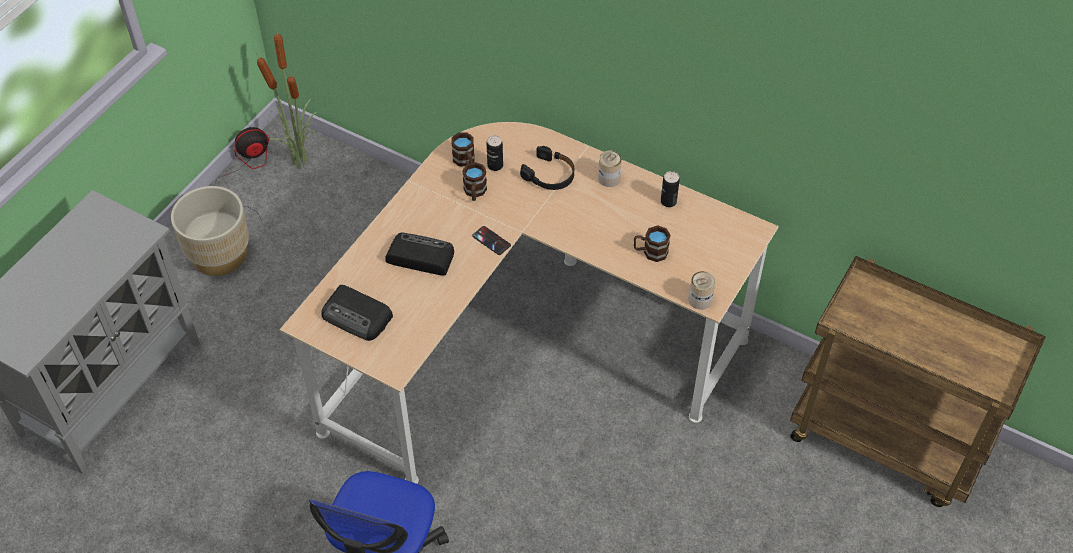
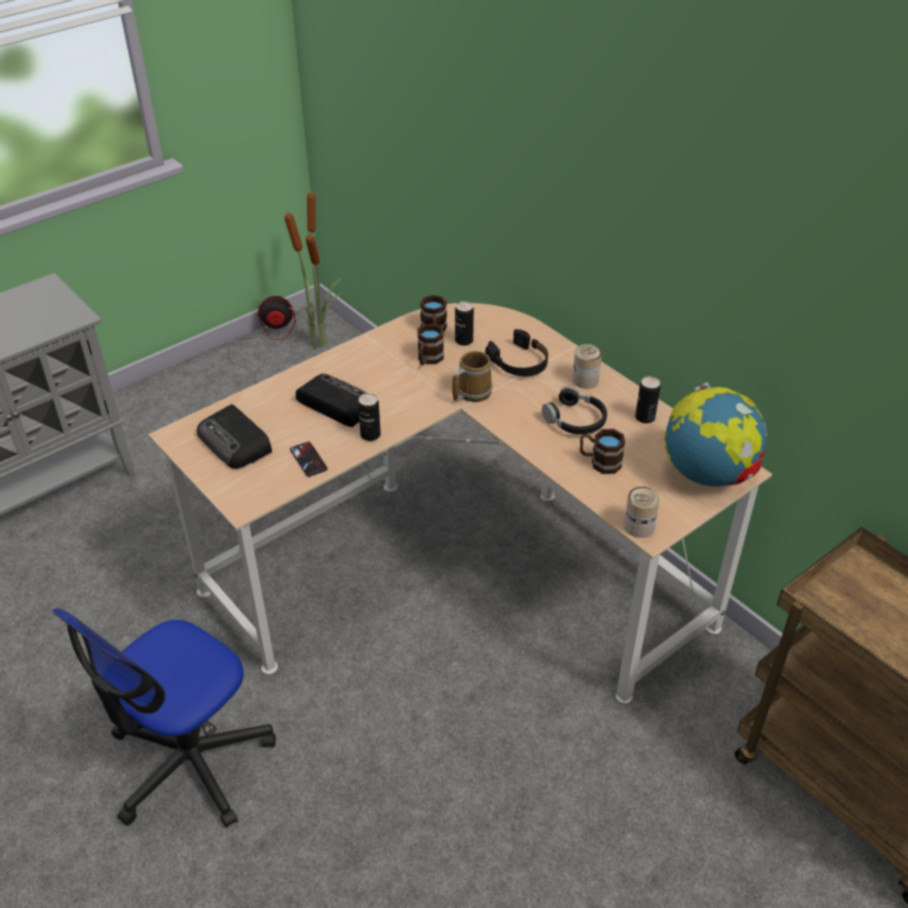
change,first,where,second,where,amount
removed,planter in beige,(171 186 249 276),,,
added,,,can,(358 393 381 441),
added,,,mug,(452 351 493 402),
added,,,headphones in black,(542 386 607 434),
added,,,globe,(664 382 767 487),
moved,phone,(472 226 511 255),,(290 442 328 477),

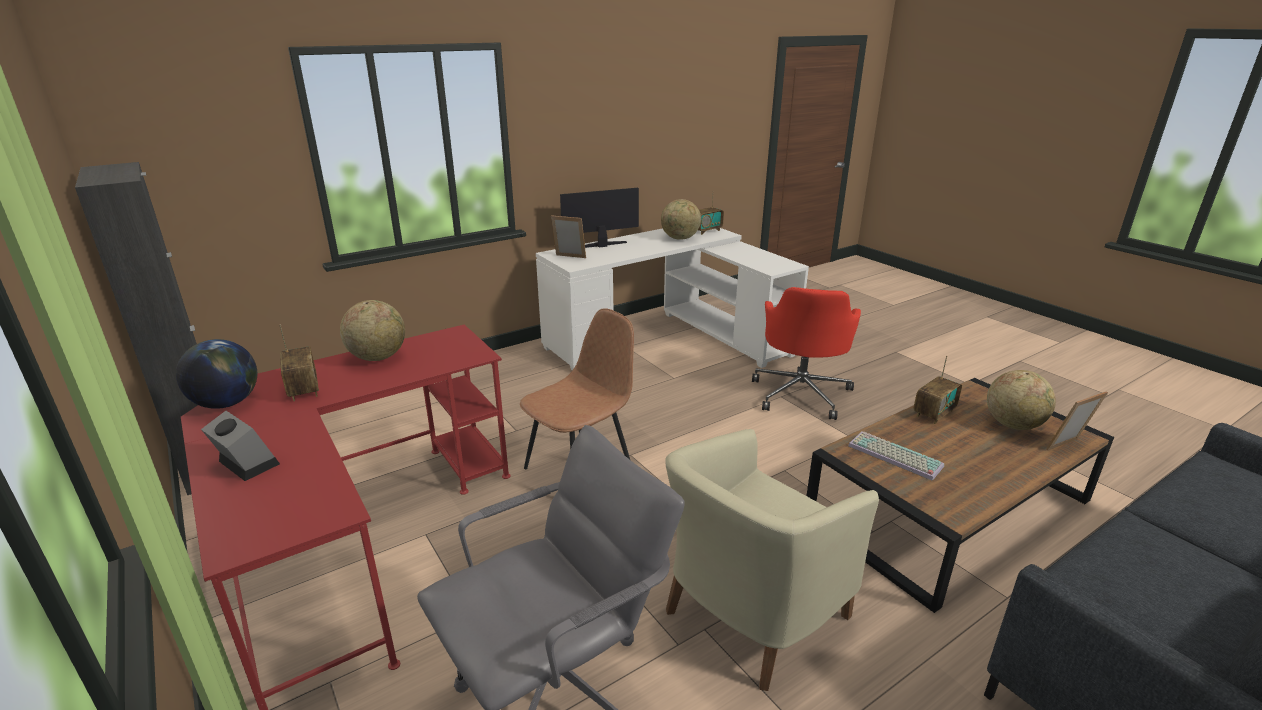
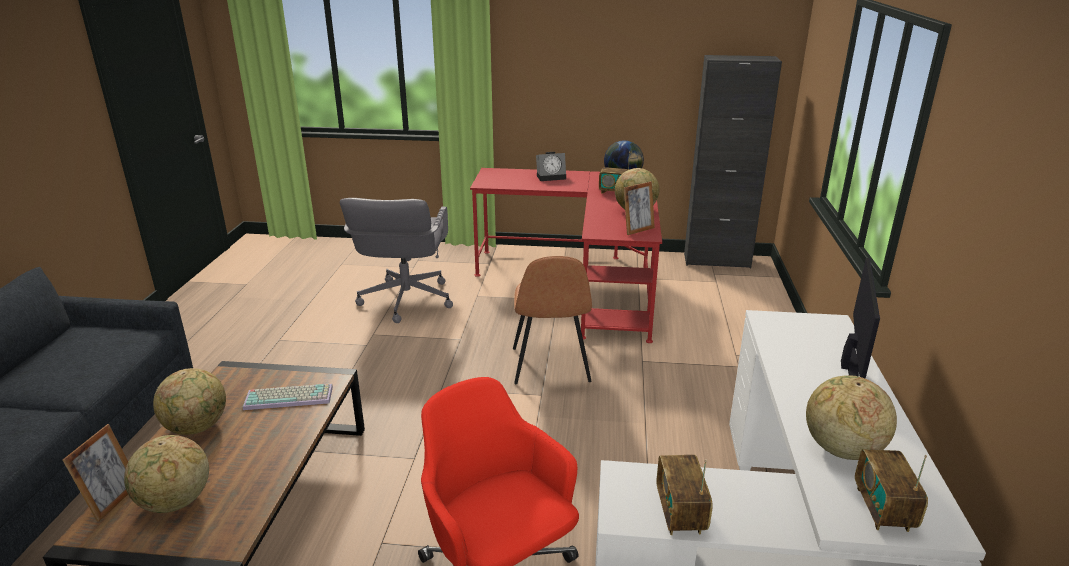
change,first,where,second,where,amount
removed,armchair in beige,(665 429 879 691),,,
added,,,globe,(153 368 226 435),
moved,picture frame,(551 215 586 258),,(624 181 655 235),
moved,radio,(914 356 962 424),,(656 455 713 535),

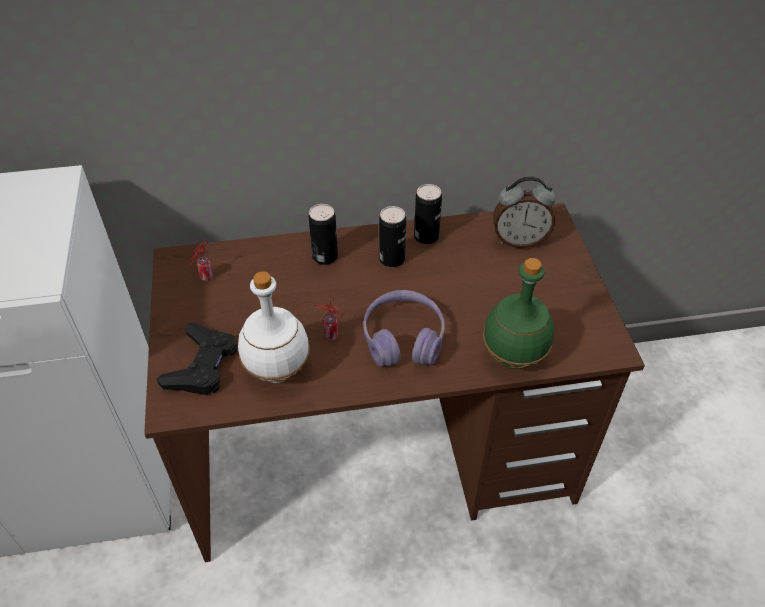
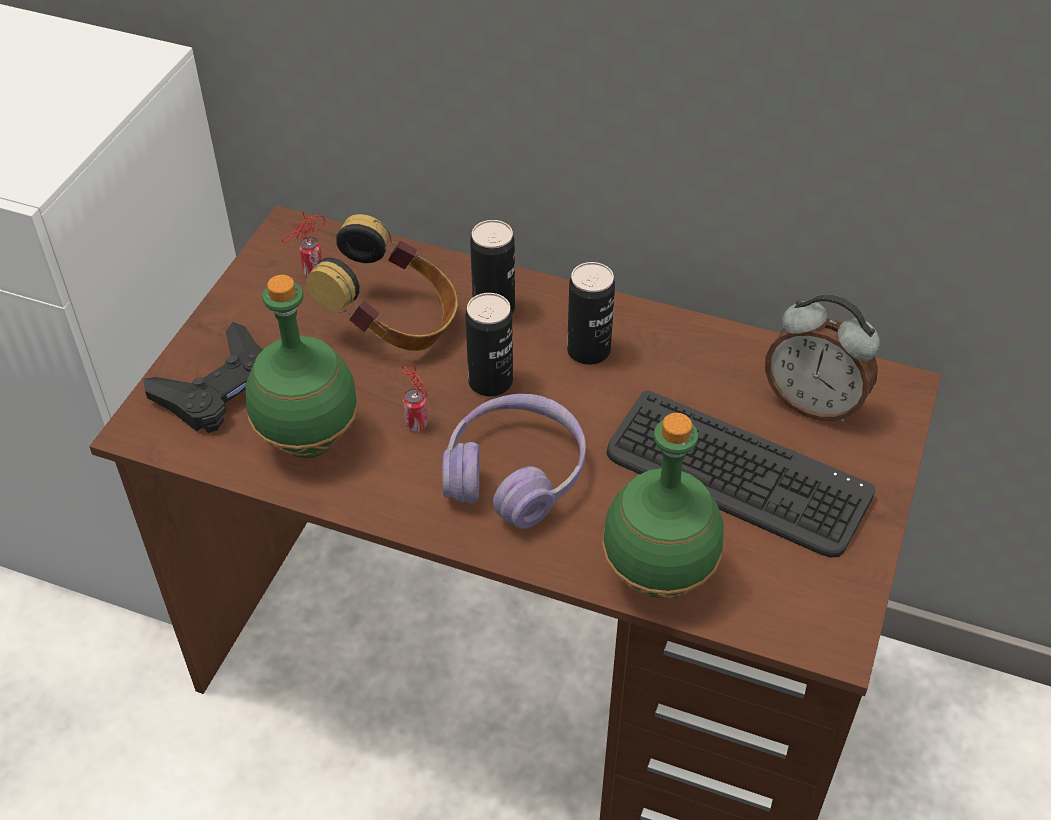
change,first,where,second,where,amount
added,,,headphones,(306 214 458 351),
added,,,keyboard,(606 390 875 557),
moved,can,(414 184 442 244),,(465 293 513 397),
recoloured,bottle in white,(238 271 310 383),bottle in green,(246 275 359 458),

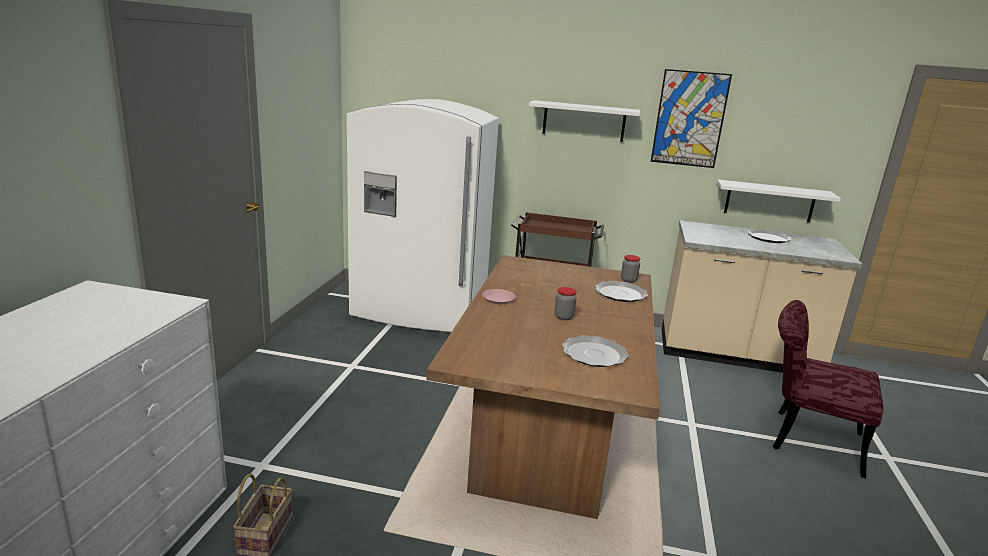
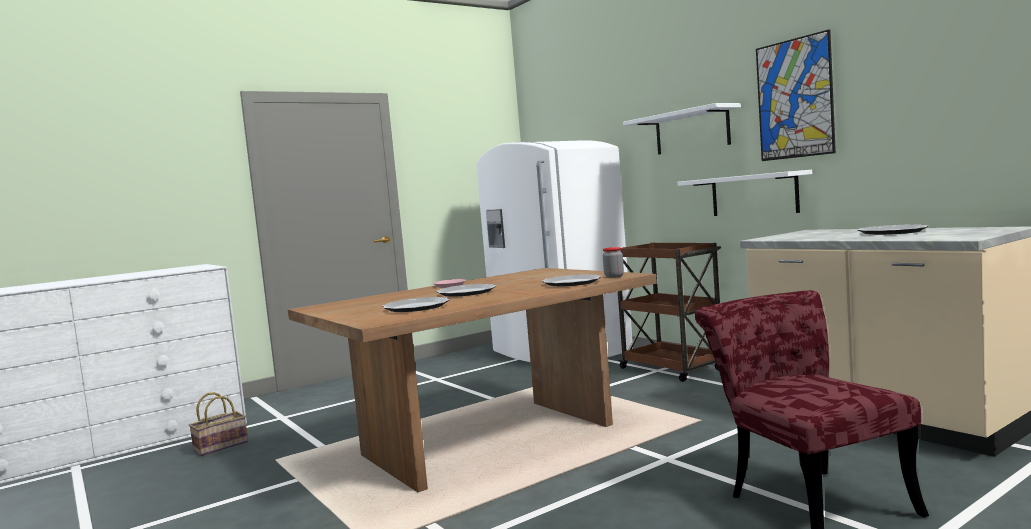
change,first,where,second,where,amount
moved,shelf in white,(717 180 841 222),,(677 170 812 216),
replaced,jar,(554 287 577 320),plate,(436 284 496 297),

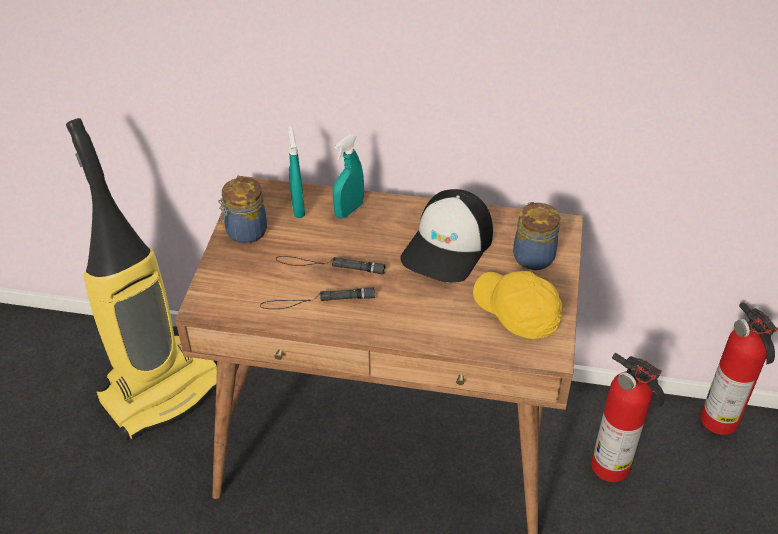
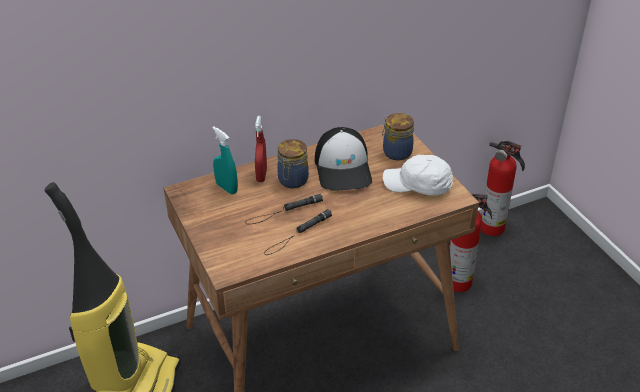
change,first,where,second,where,amount
moved,jar,(218 177 267 244),,(277 139 309 188),
recoloured,spray bottle in turquoise,(333 134 364 219),spray bottle in red,(255 116 267 182),
recoloured,cap in yellow,(473 271 562 339),cap in white,(383 155 453 195),

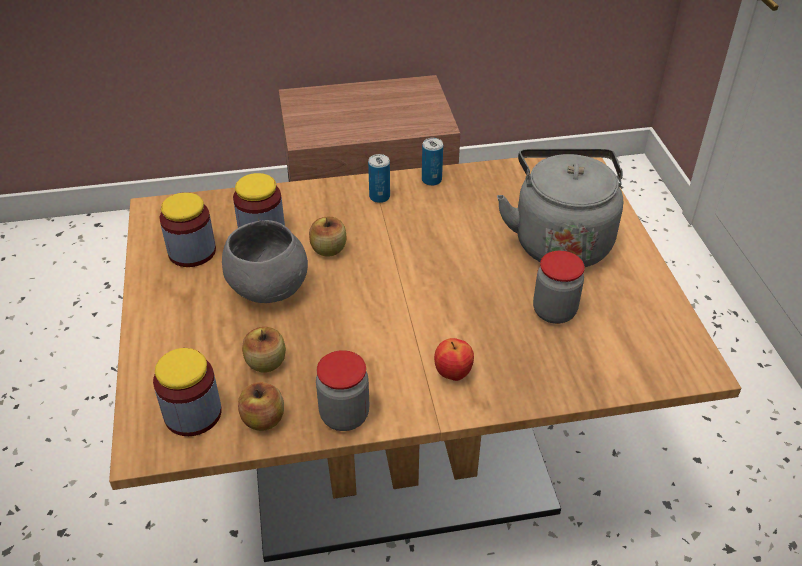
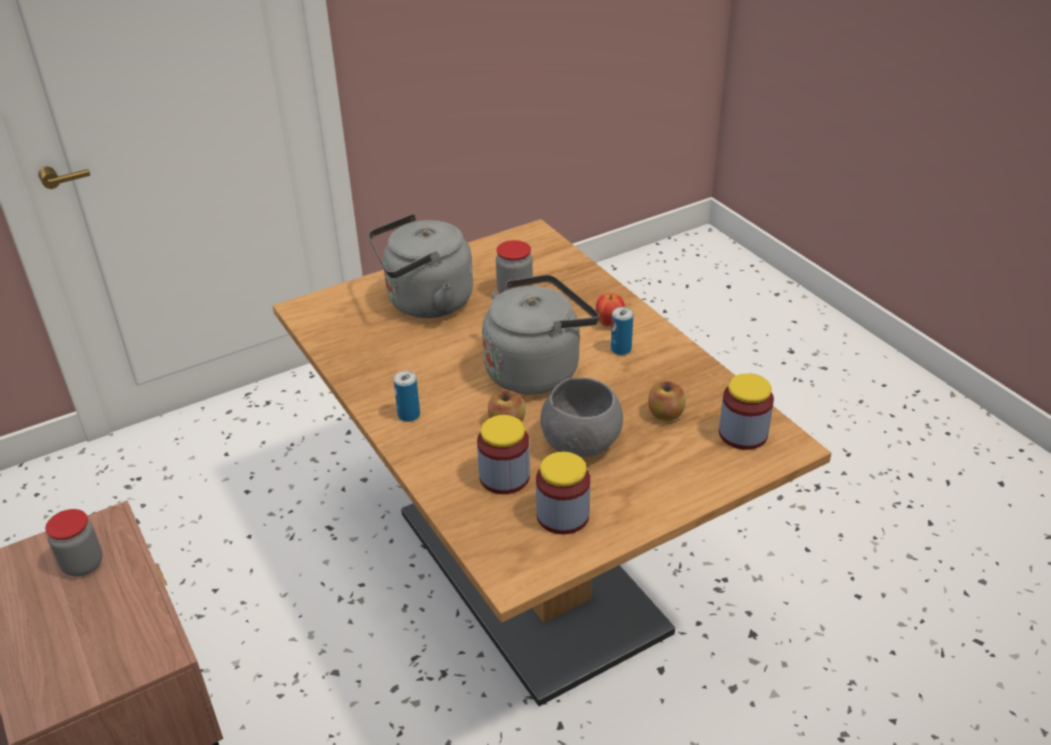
change,first,where,second,where,amount
removed,apple,(238 382 284 431),,,
added,,,kettle in grey,(482 275 599 395),
moved,jar,(316 350 369 431),,(45 509 102 576),
moved,can,(422 138 443 186),,(611 307 633 355),

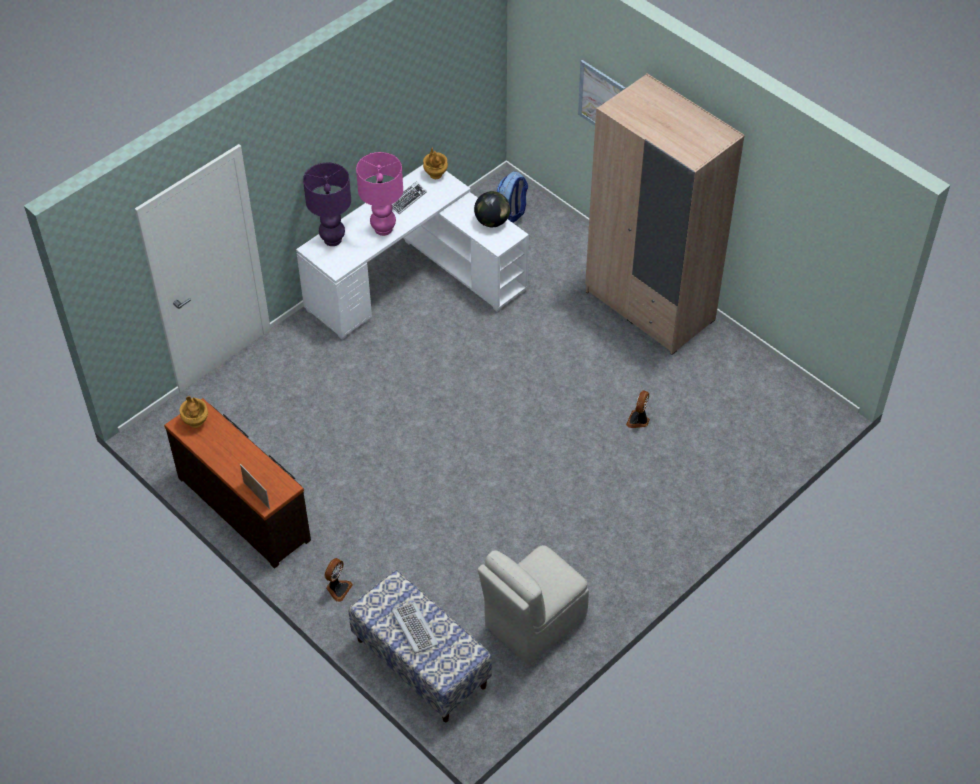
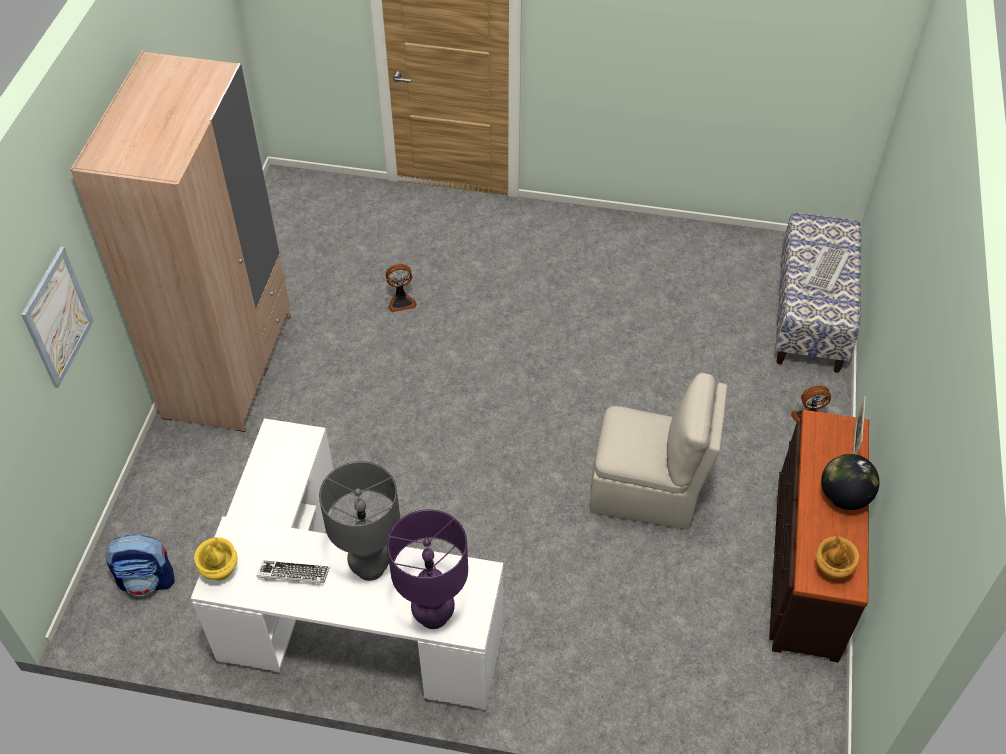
change,first,where,second,where,amount
moved,globe,(474 191 510 227),,(821 454 879 510),
moved,chair in beige,(478 545 589 665),,(590 373 728 529),
recoloured,table lamp in pink,(356 152 403 236),table lamp in grey,(319 461 400 581),
recoloured,vase in brown,(423 147 448 179),vase in yellow,(194 537 238 581),

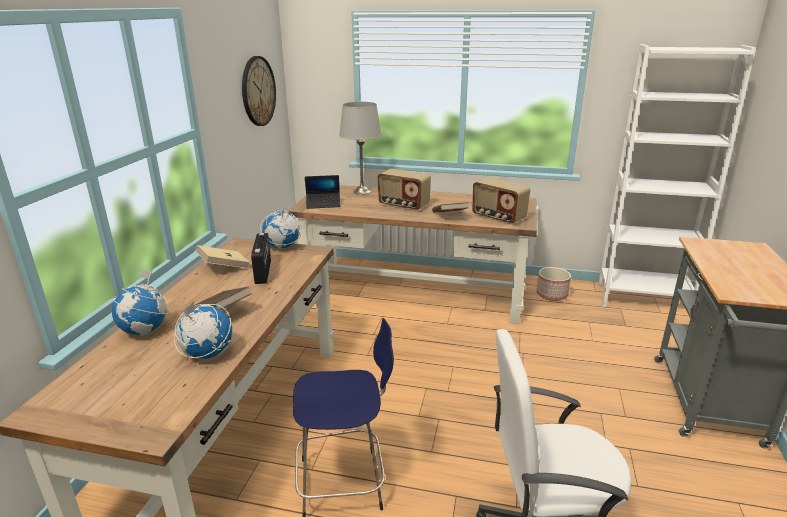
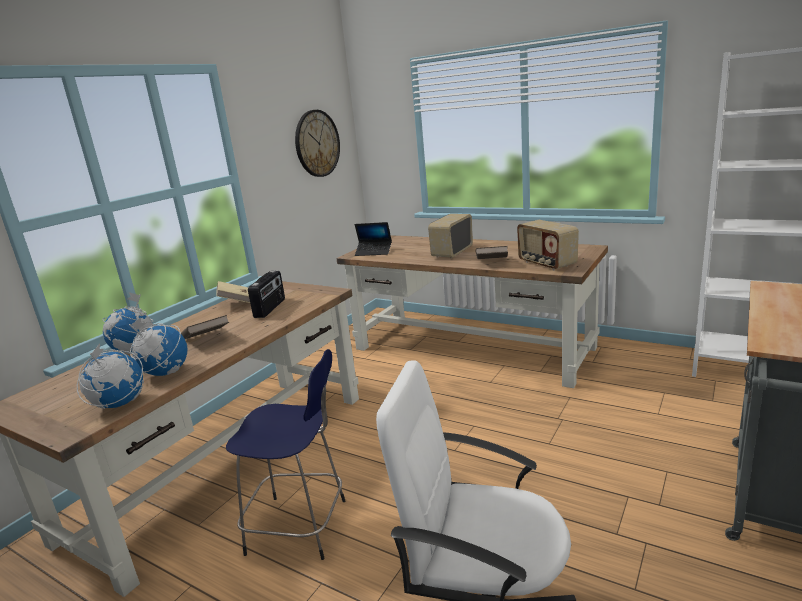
change,first,where,second,where,amount
removed,table lamp in grey,(339 102 382 195),,,
removed,planter,(536 267 571 301),,,
moved,globe,(260 206 302 249),,(77 343 144 409),
turned,radio,(378 169 431 211),,(428 214 473 259),75 degrees clockwise

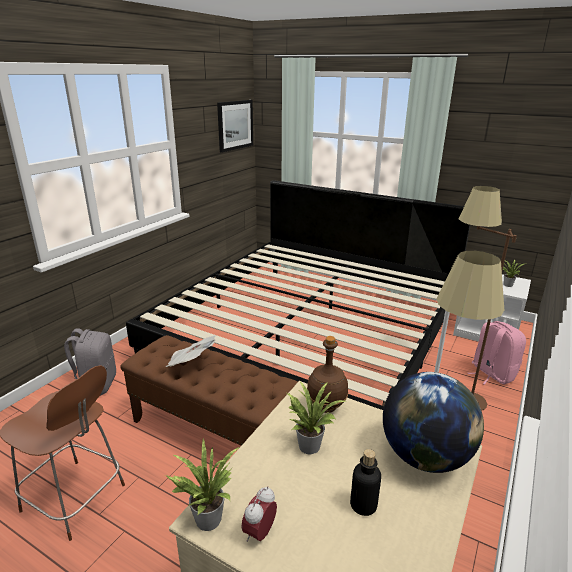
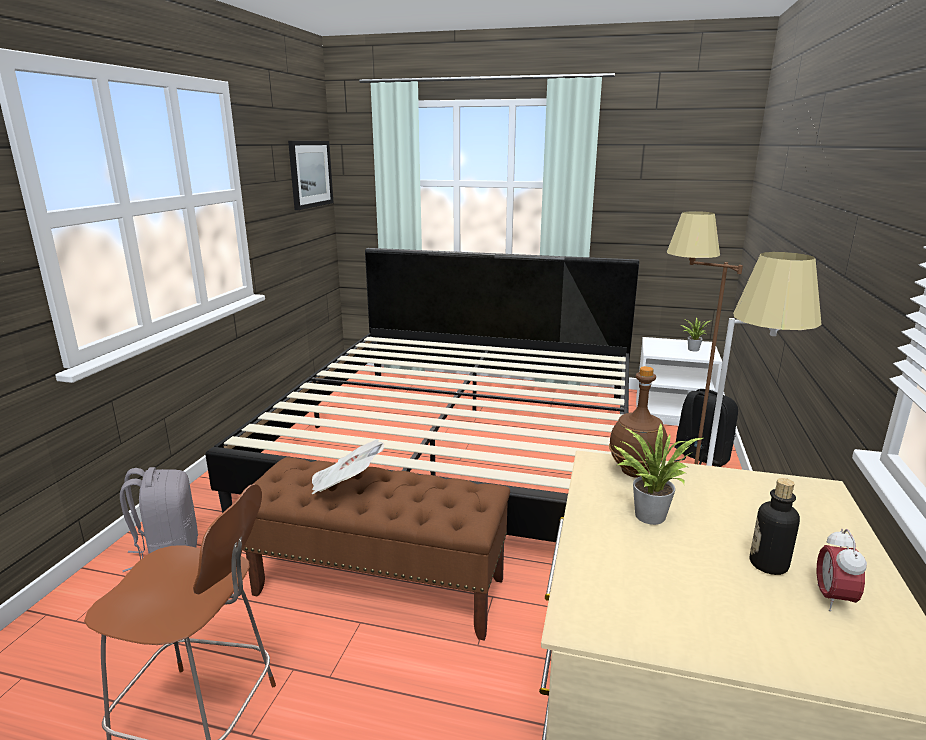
change,first,where,second,where,amount
removed,potted plant,(165 439 239 531),,,
removed,globe,(383 372 484 473),,,
moved,alarm clock,(242 486 277 542),,(817 529 867 611),
recoloured,backpack in pink,(468 321 526 385),backpack in black,(674 389 738 467),

